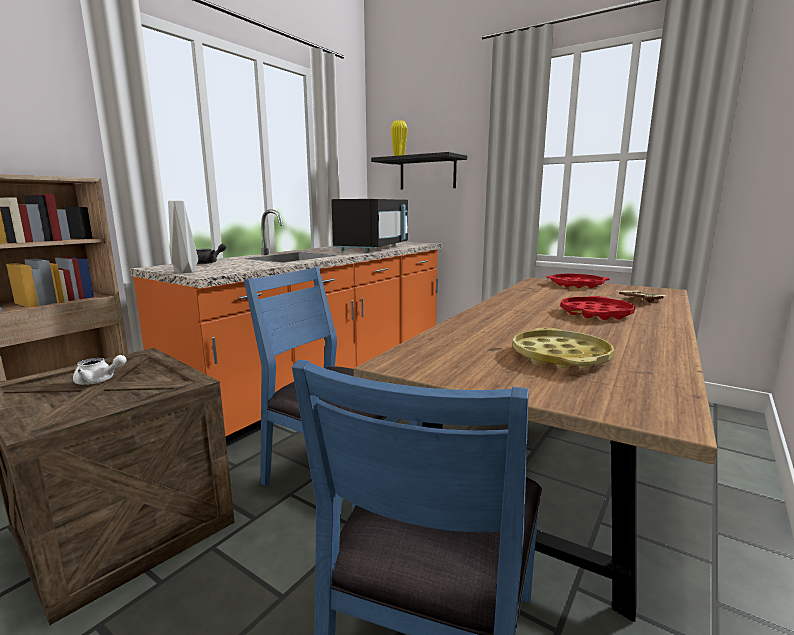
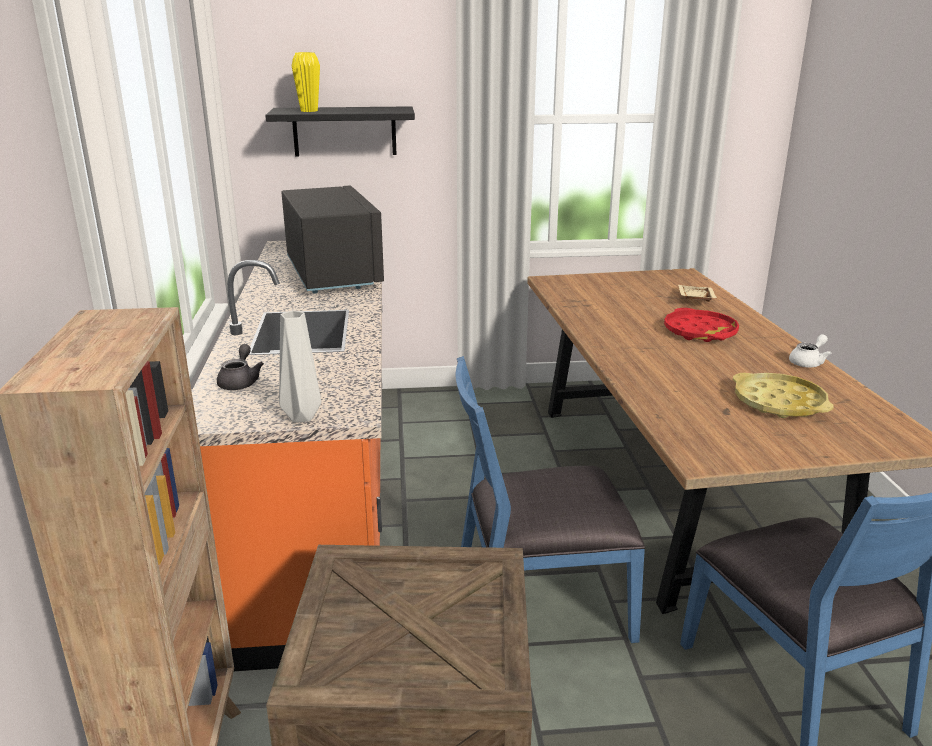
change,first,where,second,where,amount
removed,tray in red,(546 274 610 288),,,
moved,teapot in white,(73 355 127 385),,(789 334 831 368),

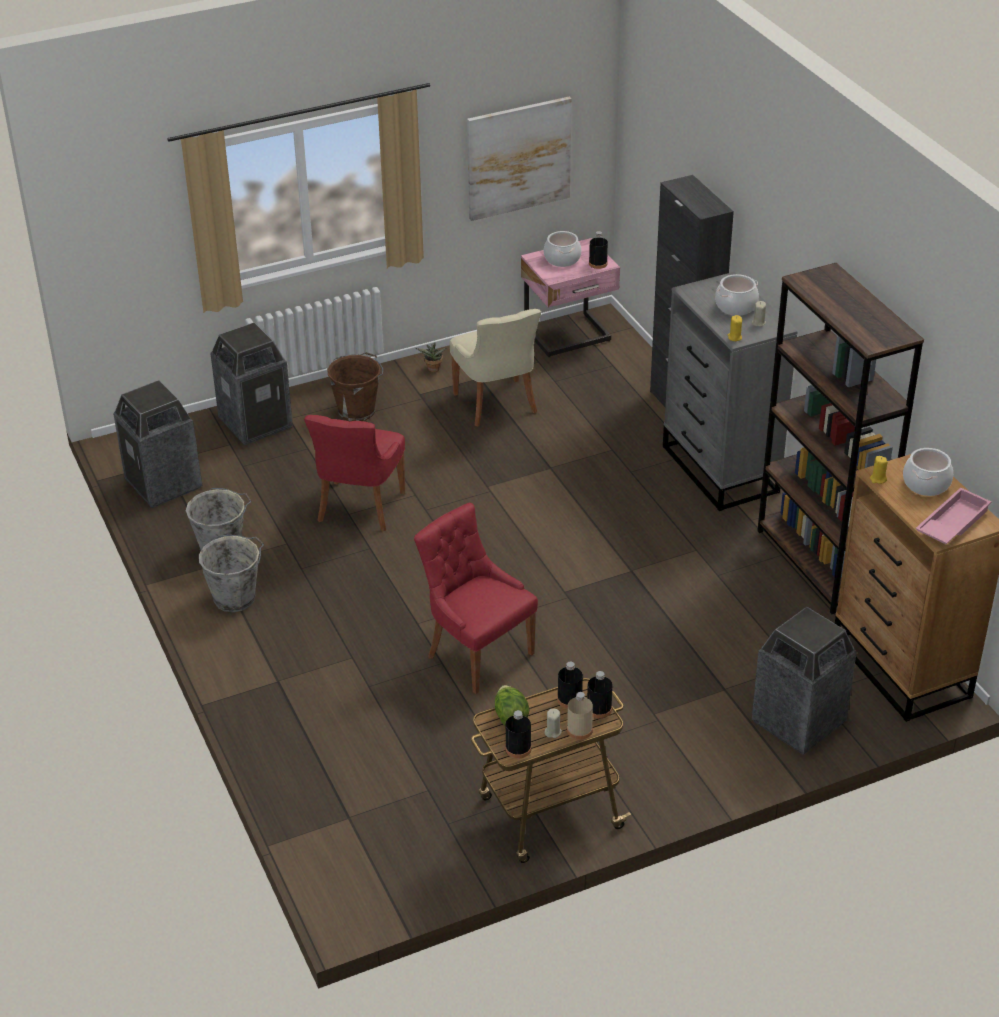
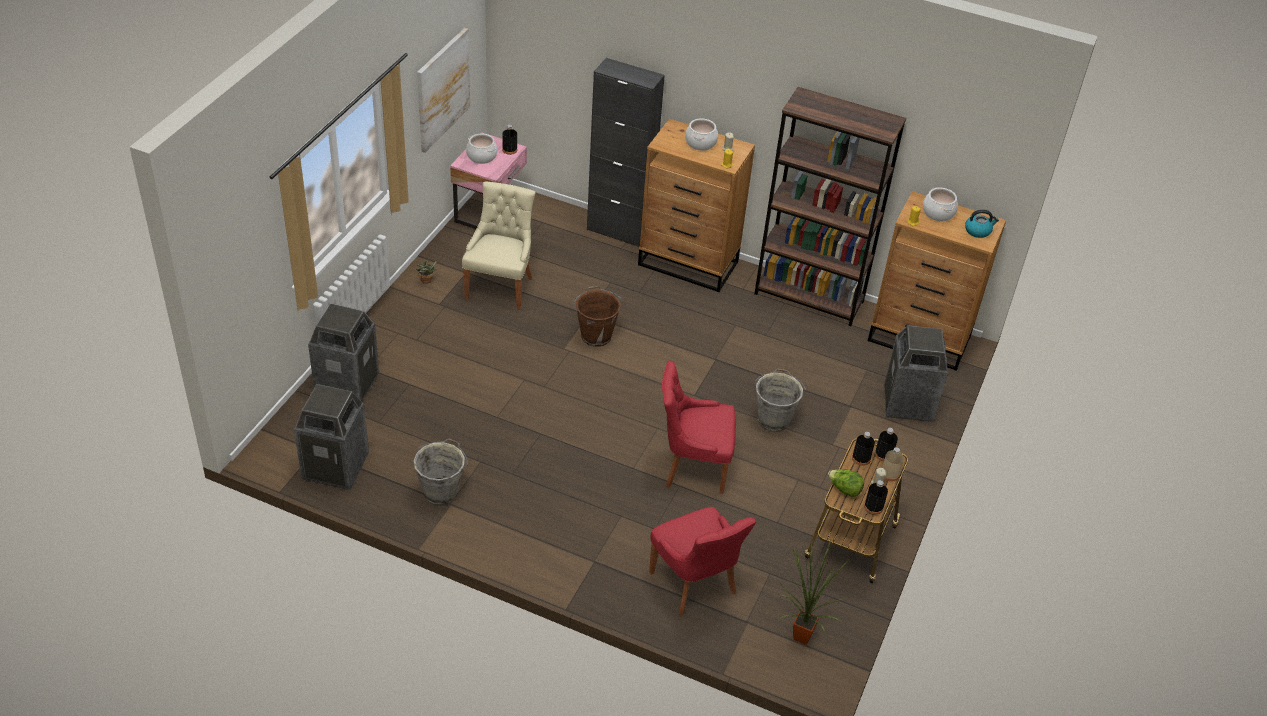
change,first,where,second,where,amount
added,,,potted plant,(779 540 852 645),
moved,bucket in grey,(199 535 264 612),,(755 368 806 432),
moved,chair in red,(304 415 405 532),,(649 507 757 616),
moved,bucket in brown,(327 352 383 421),,(574 286 621 347),
replaced,tray in pink,(915 488 991 544),kettle,(965 210 999 238),
recoloured,dresser in grey,(663 272 798 511),dresser in brown,(638 119 755 292),
turned,chair in beige,(450 309 541 426),,(462 181 535 310),105 degrees counterclockwise

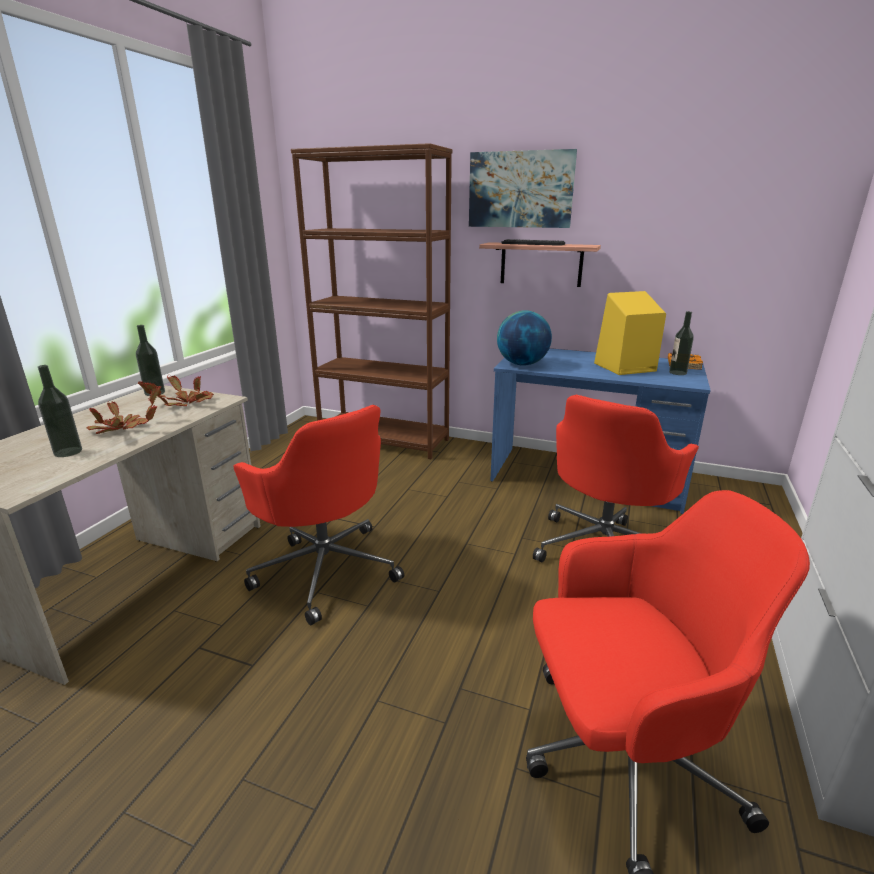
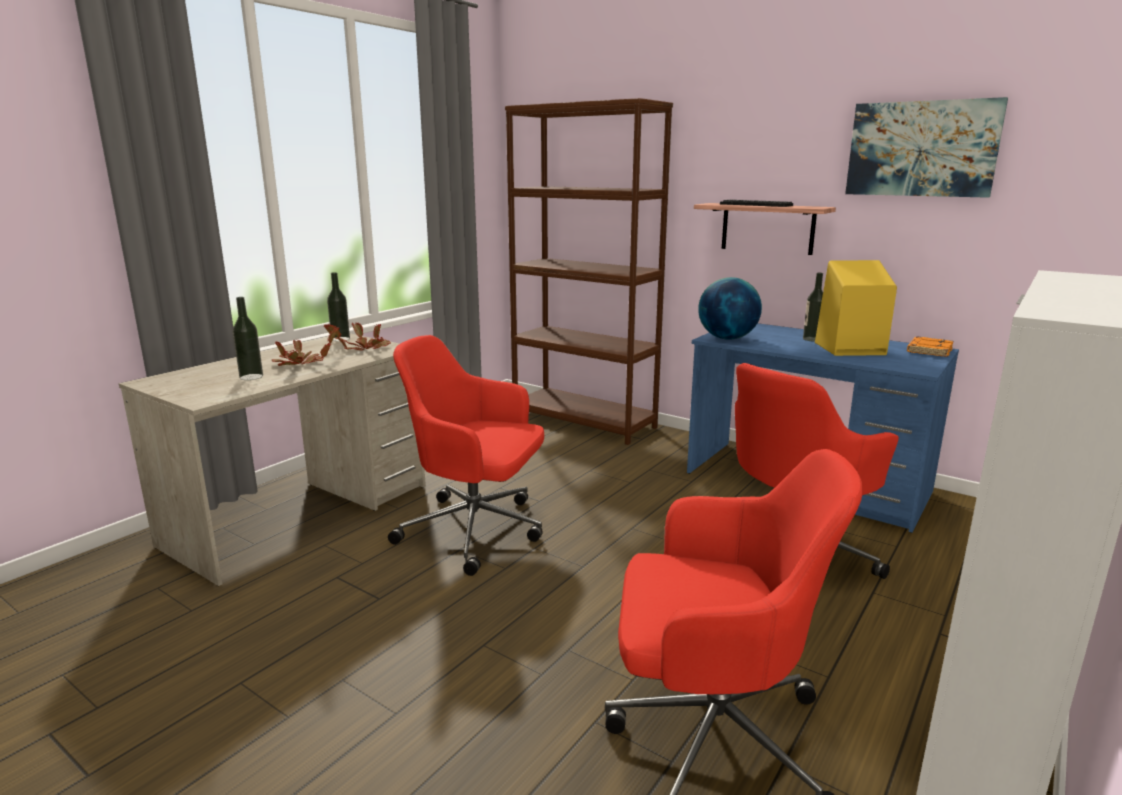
change,first,where,second,where,amount
moved,picture,(469 149 577 228),,(845 97 1008 198),
moved,bottle,(669 311 694 375),,(803 273 823 342),
turned,office chair in red,(233 405 404 625),,(388 335 544 576),135 degrees clockwise

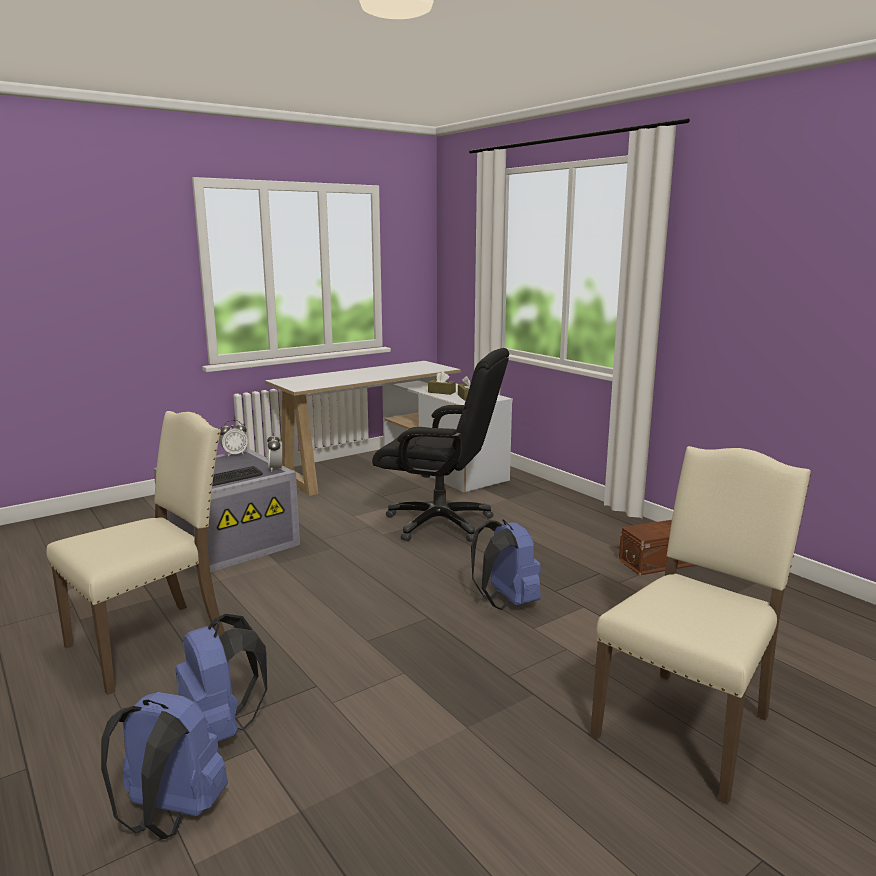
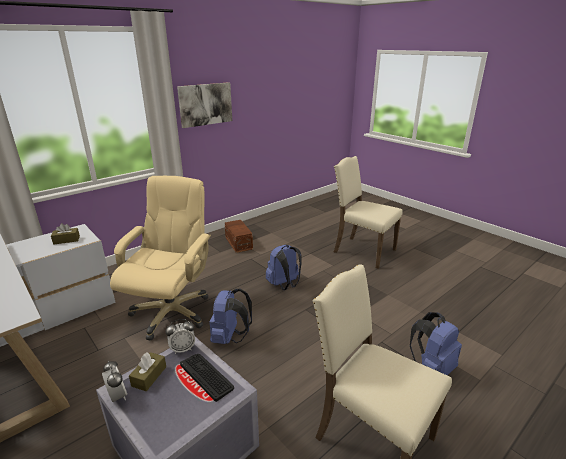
change,first,where,second,where,amount
added,,,picture,(177 82 232 128),
moved,backpack in blue,(101 692 228 839),,(209 289 252 344),
moved,tissue box in brown,(428 371 456 395),,(129 352 166 391),
recoloured,office chair in black,(372 348 509 542),office chair in beige,(110 176 211 341),

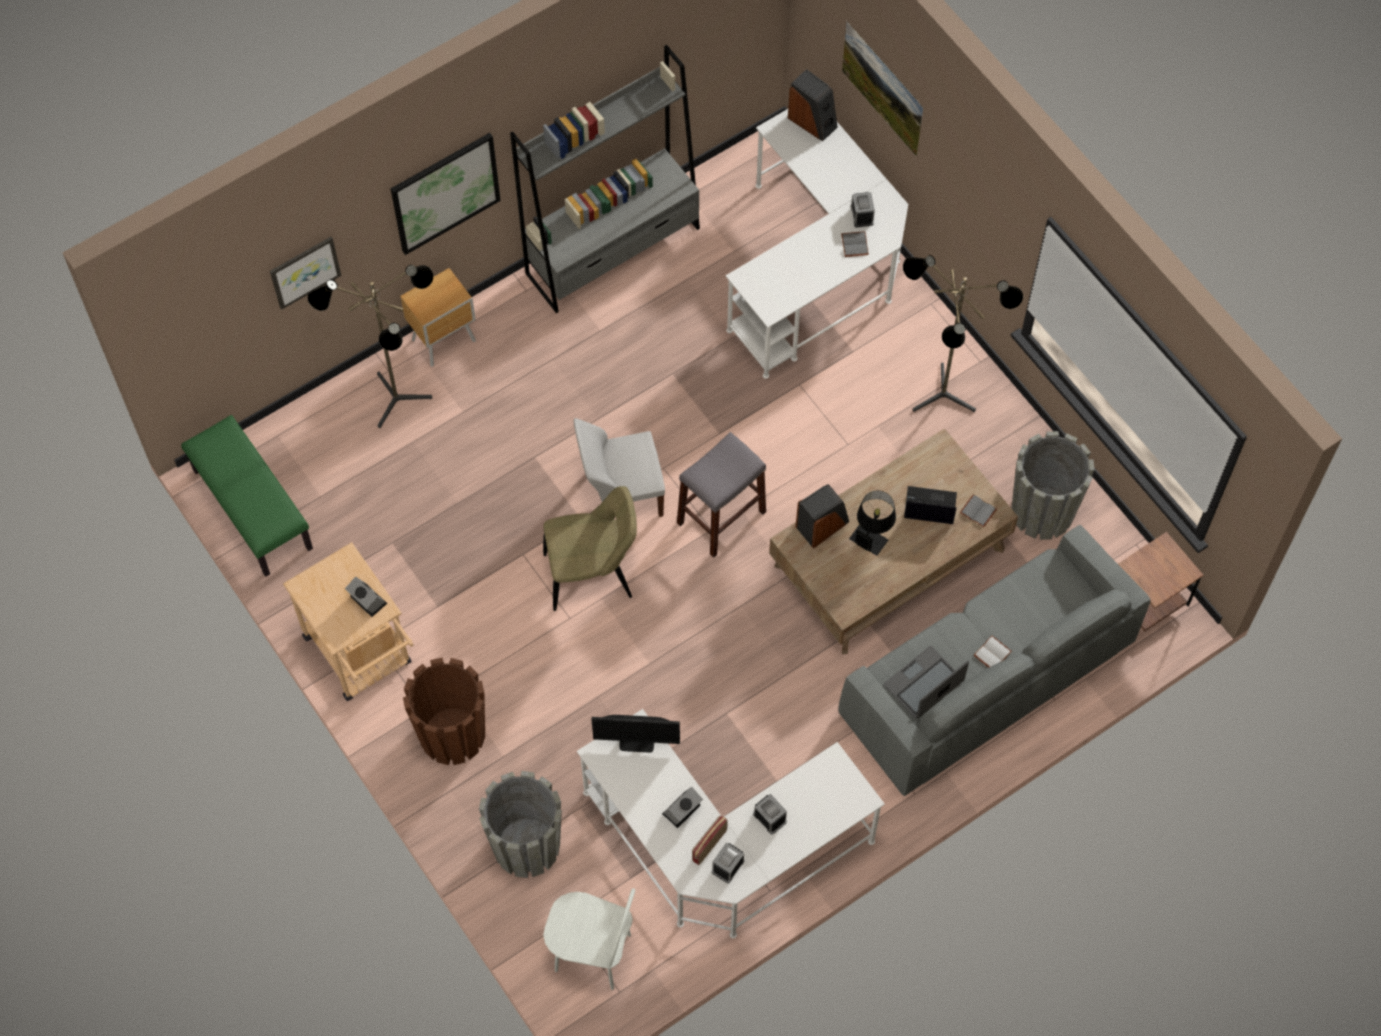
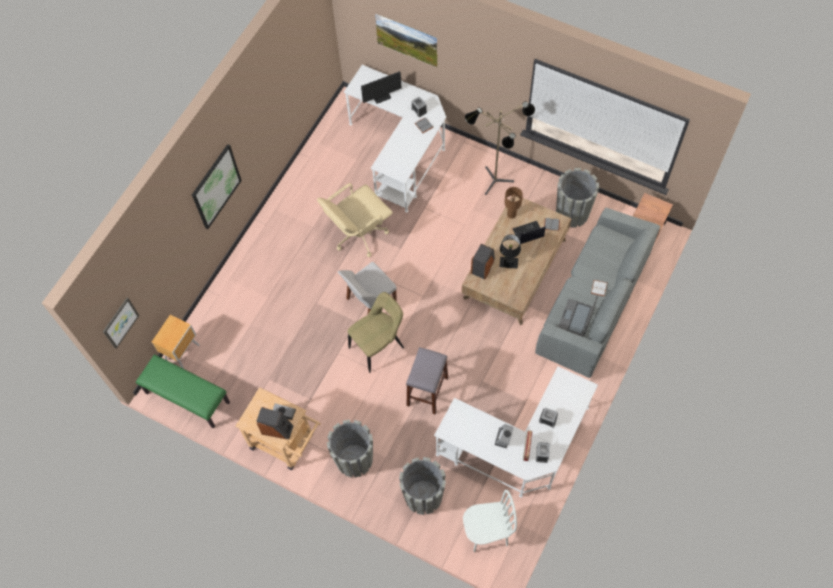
change,first,where,second,where,amount
removed,floor lamp,(307 265 433 428),,,
removed,bookcase in grey,(510 45 700 313),,,
added,,,office chair in beige,(317 183 393 257),
added,,,table lamp in brown,(504 187 523 219),
moved,picture,(270 237 341 310),,(103 297 139 349),
moved,nightstand in brown,(400 268 476 367),,(152 315 200 369),
moved,monitor,(592 715 680 753),,(361 71 401 104),
moved,stool in grey,(677 432 766 558),,(406 347 448 415),
moved,speaker,(788 69 838 141),,(257 407 293 439),
recoloured,planter in brown,(403 657 485 765),planter in grey,(327 419 373 478),

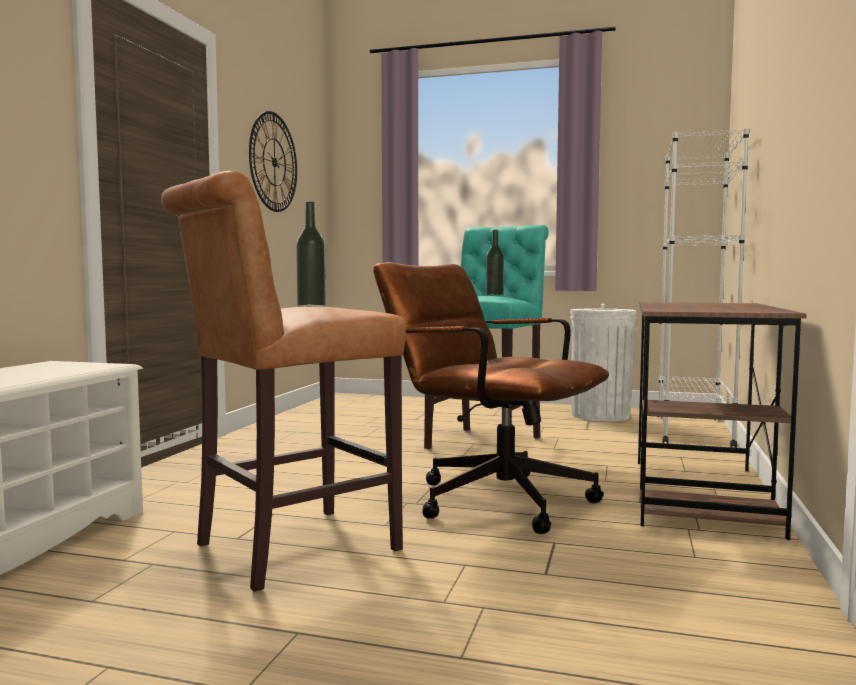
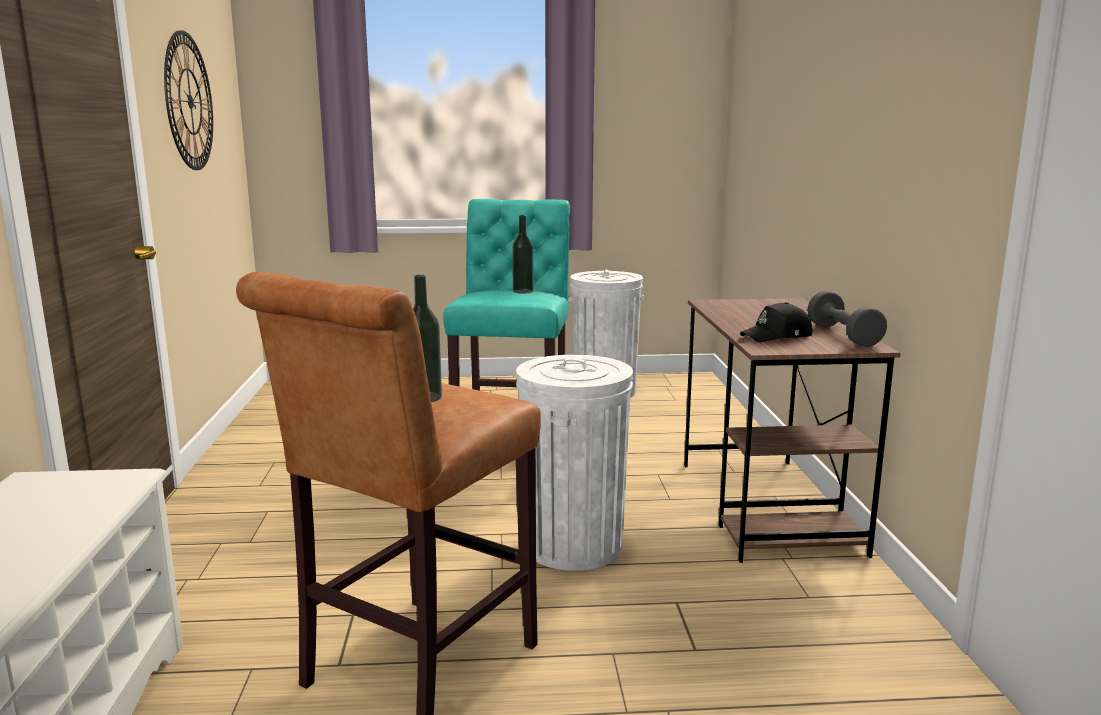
change,first,where,second,where,amount
removed,bookcase in white,(657 128 749 448),,,
added,,,cap in black,(740 302 812 342),
added,,,dumbbell in grey,(807 291 887 347),
replaced,office chair in brown,(373 262 609 534),trash can in white,(516 355 633 571),

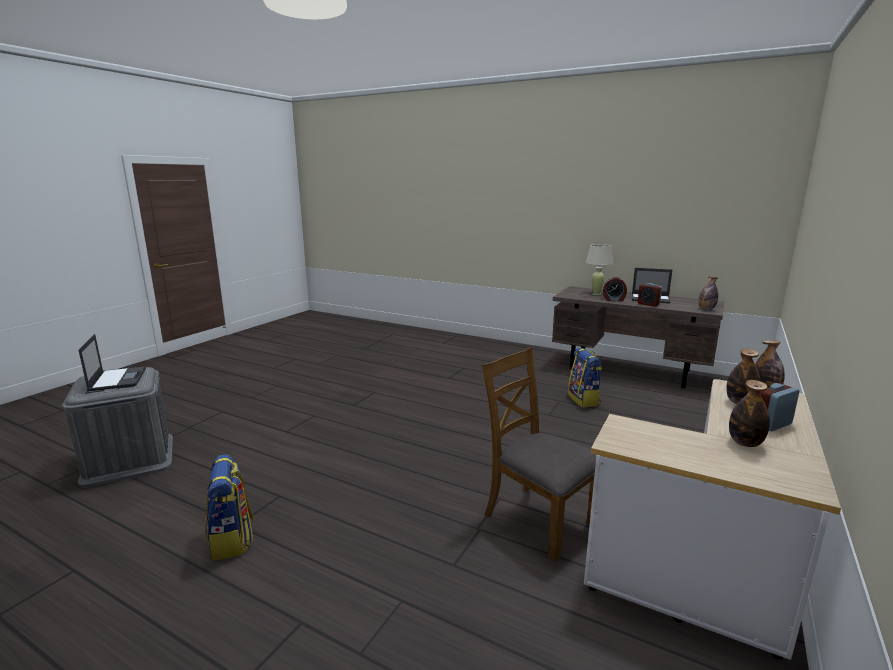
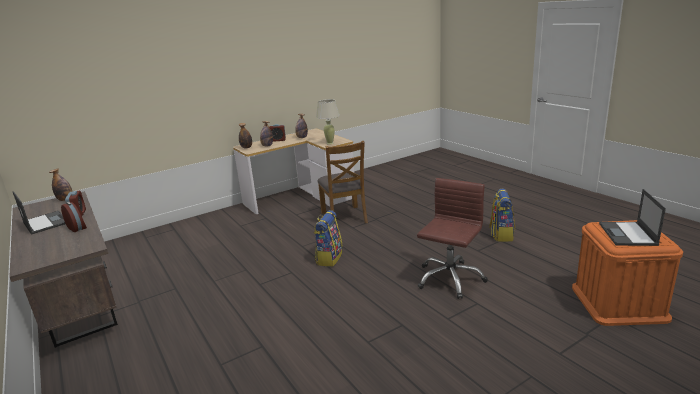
change,first,where,second,where,amount
added,,,office chair in brown,(417 178 488 299),
moved,backpack,(568 348 602 407),,(314 210 343 267),
moved,table lamp in beige,(585 244 614 295),,(316 99 340 144),
recoloured,storage box in grey,(62 367 173 488),storage box in orange,(572 220 683 326),

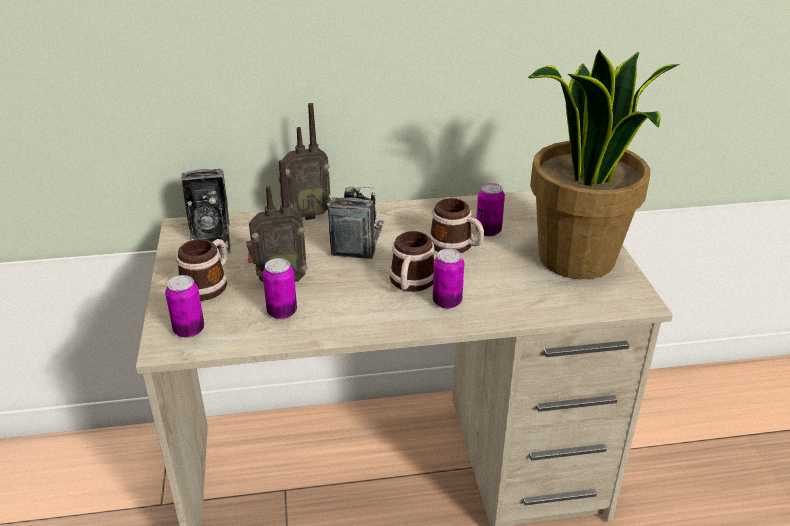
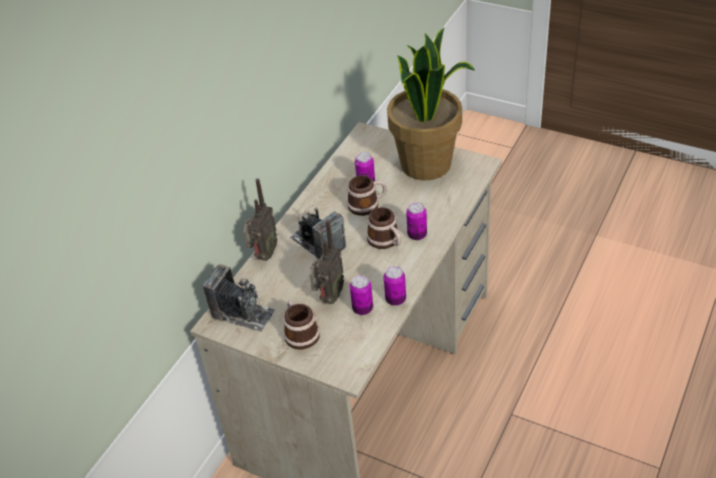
change,first,where,second,where,amount
moved,can,(165 275 204 338),,(384 266 406 306),

